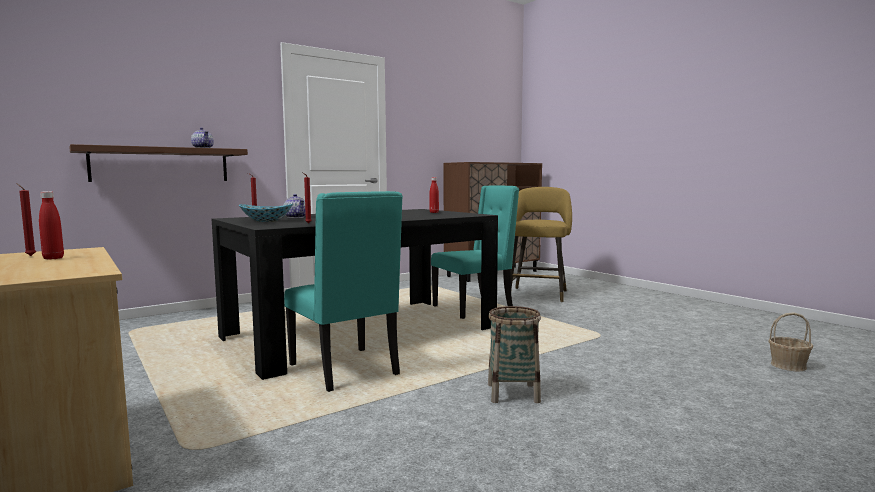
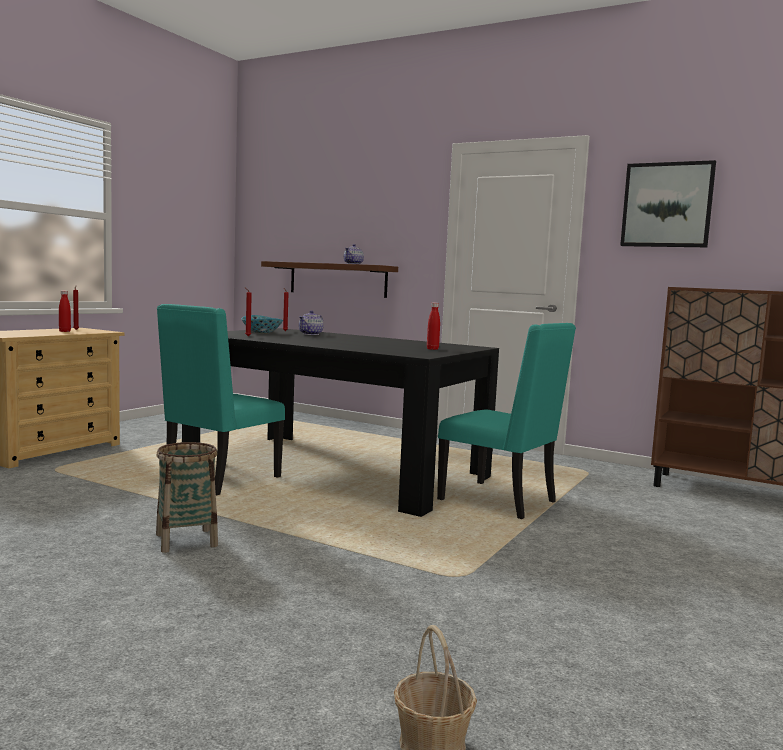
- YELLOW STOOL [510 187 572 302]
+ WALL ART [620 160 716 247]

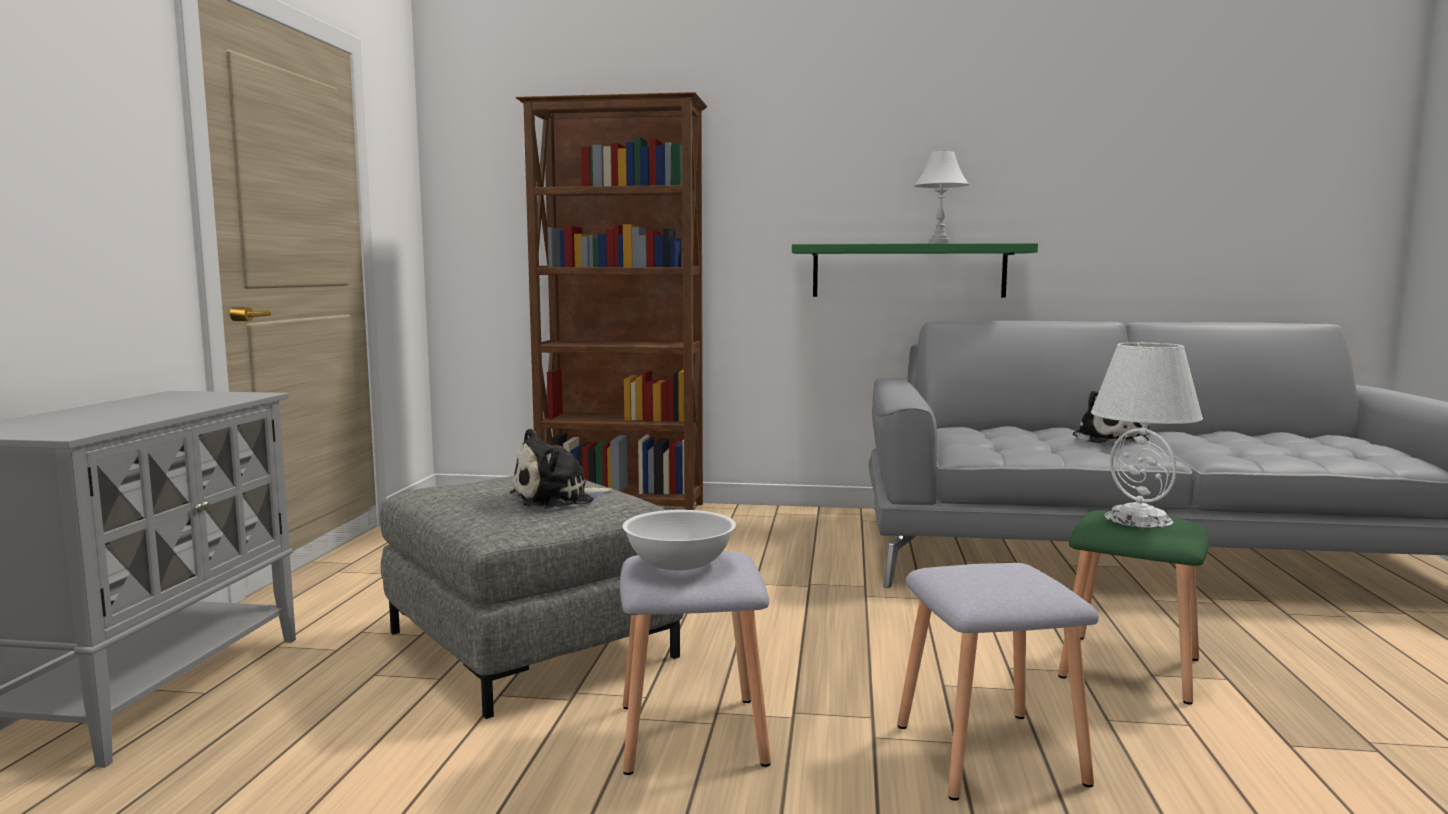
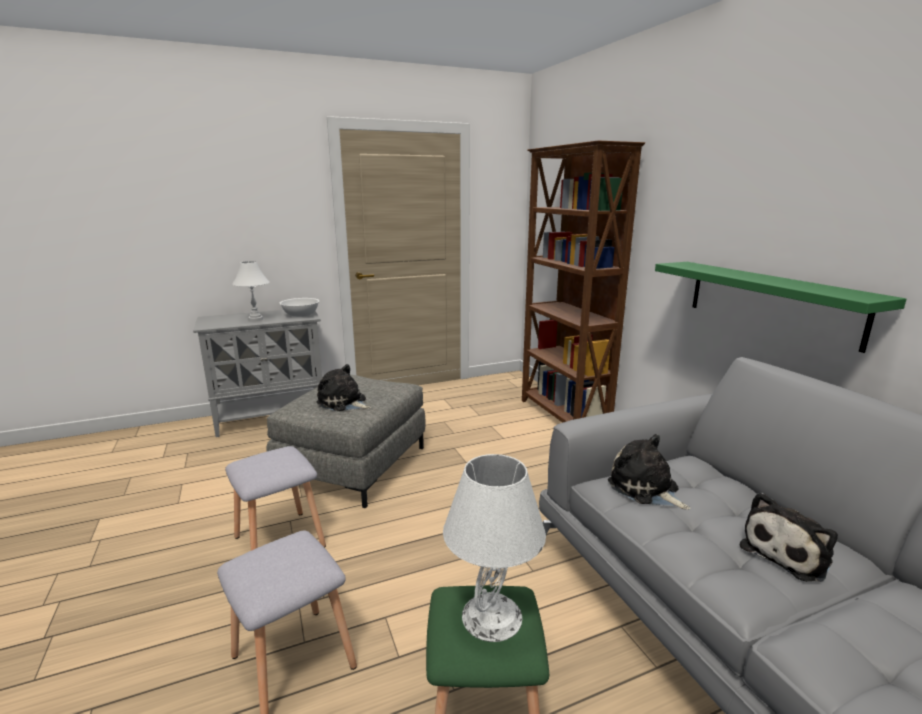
~ WHITISH TABLETOP LAMP [914 151 969 244] to [232 261 270 321]
~ WHITISH DEEP DISH [622 510 736 570] to [280 298 319 317]
+ SOFT TOY [608 434 690 510]

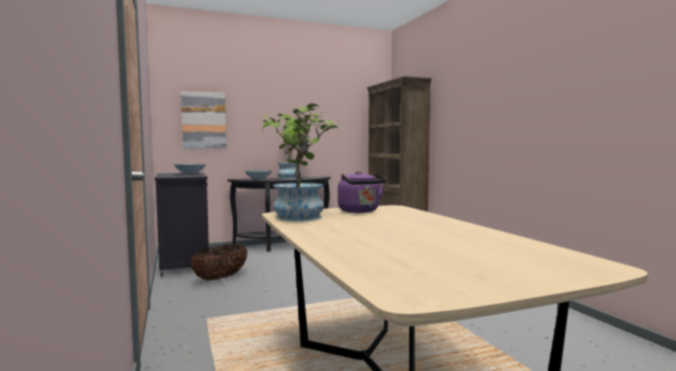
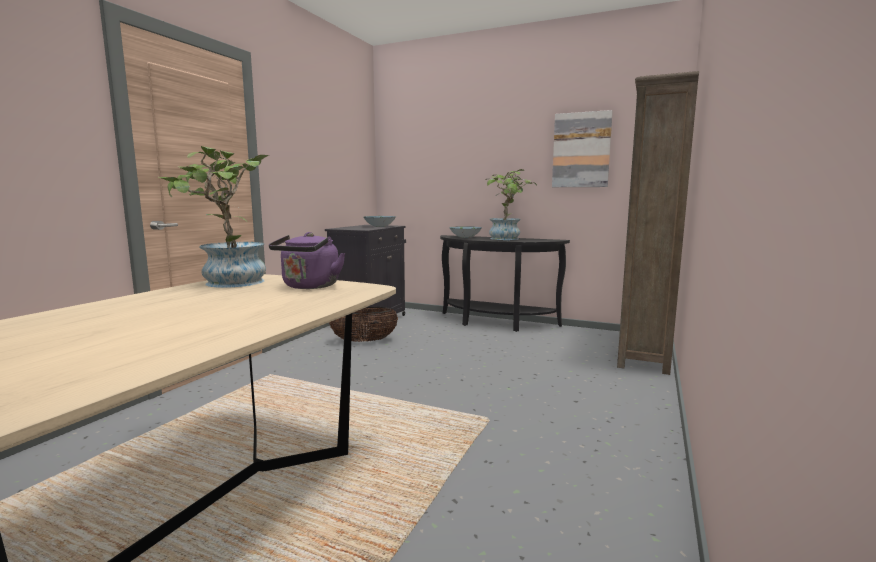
~ WALL ART [181 91 226 149] to [552 110 613 187]

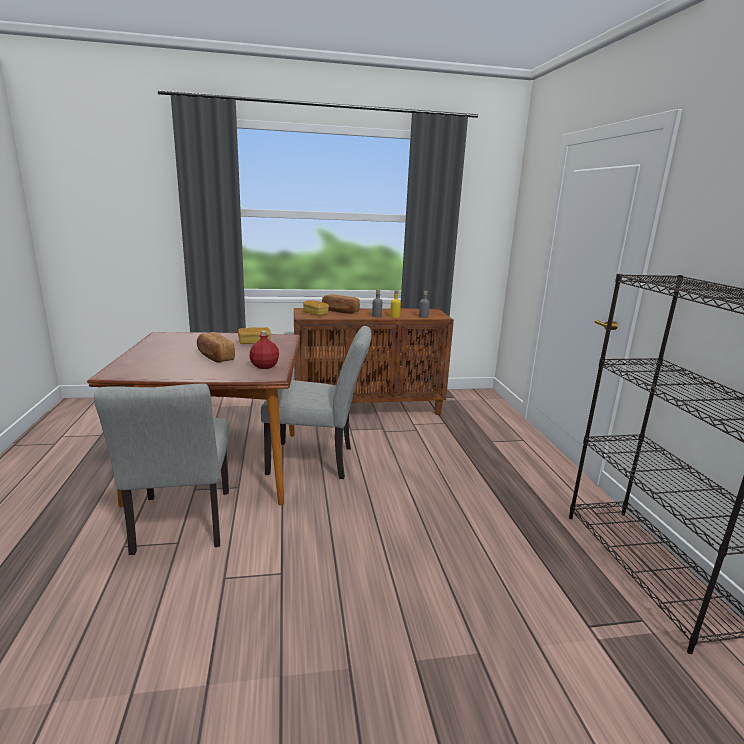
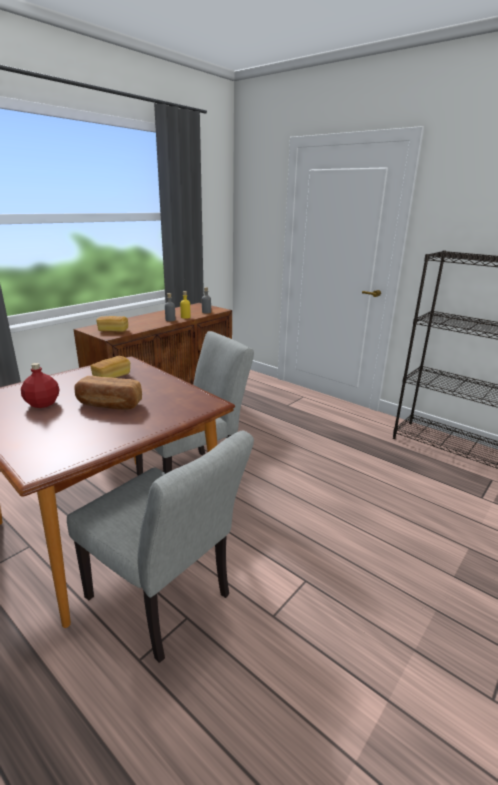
- BAKERY BREAD [322 294 360 314]
~ RED BEVERAGE BOTTLE [249 330 279 369] to [21 363 59 408]

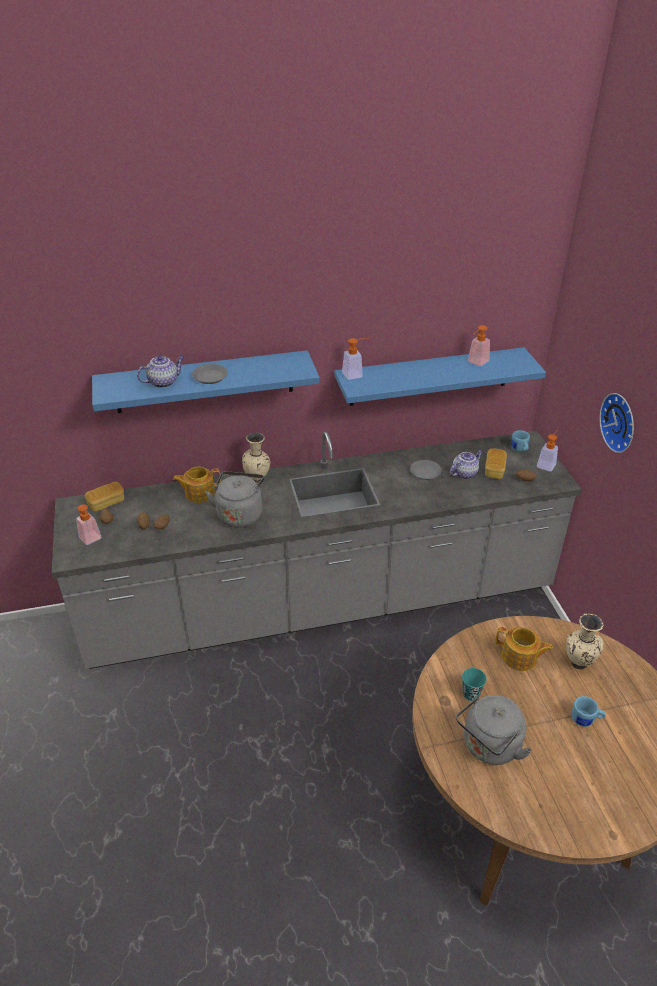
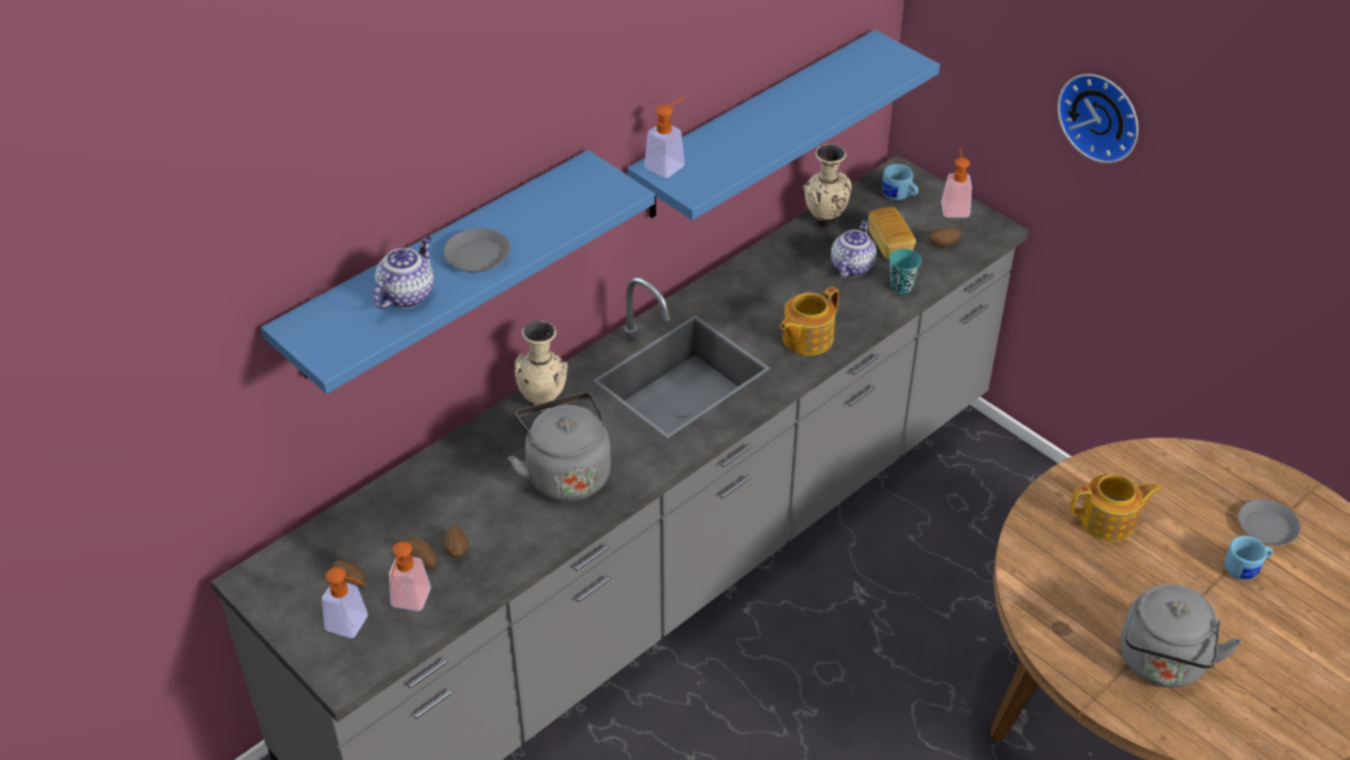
~ SOAP DISPENSER [468 325 490 366] to [389 541 431 611]
~ GREYISH FLAT DISH [410 460 441 480] to [1238 499 1300 546]
~ TEA POT [173 467 221 503] to [780 286 839 356]
- BAKERY BREAD [85 481 124 512]
~ BEIGE FLOWER VASE [566 614 603 669] to [803 144 852 227]
~ TURQUOISE DRINKING CUP [462 668 487 701] to [889 249 922 294]

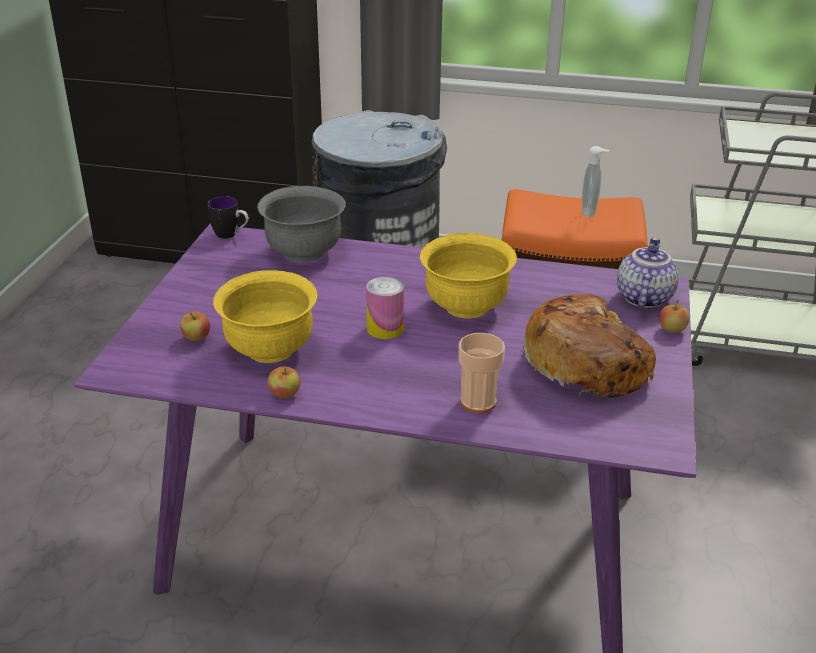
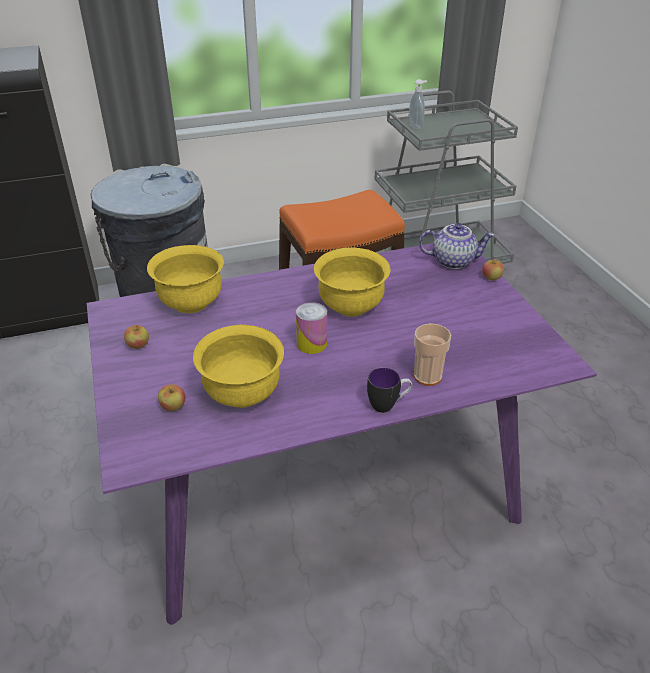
~ SOAP DISPENSER [582 146 609 218] to [409 79 427 129]
~ GREYISH DEEP DISH [257 186 346 262] to YELLOW DEEP DISH [147 245 224 313]
~ MUG [208 196 249 239] to [367 368 412 413]
~ TEA POT [617 238 679 308] = [419 223 495 269] 105 degrees clockwise
- BAKERY BREAD [522 294 656 399]
~ WHOLE APPLE [268 367 301 399] to [124 325 149 349]

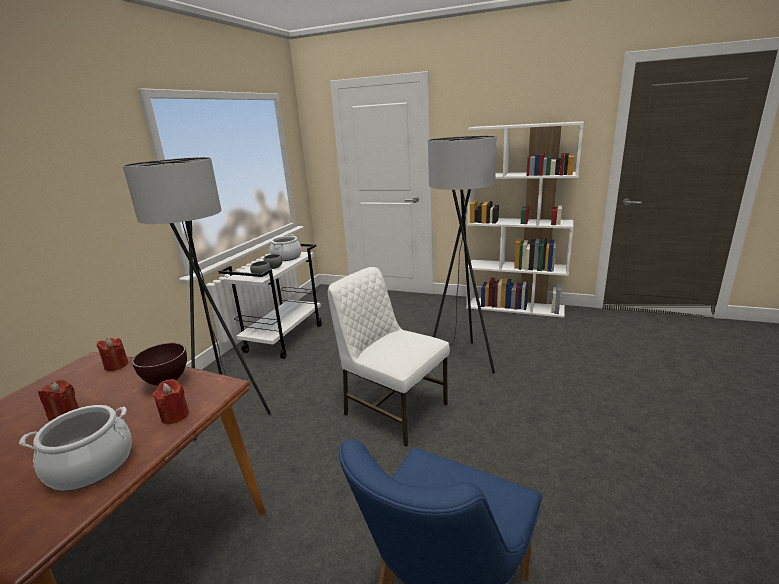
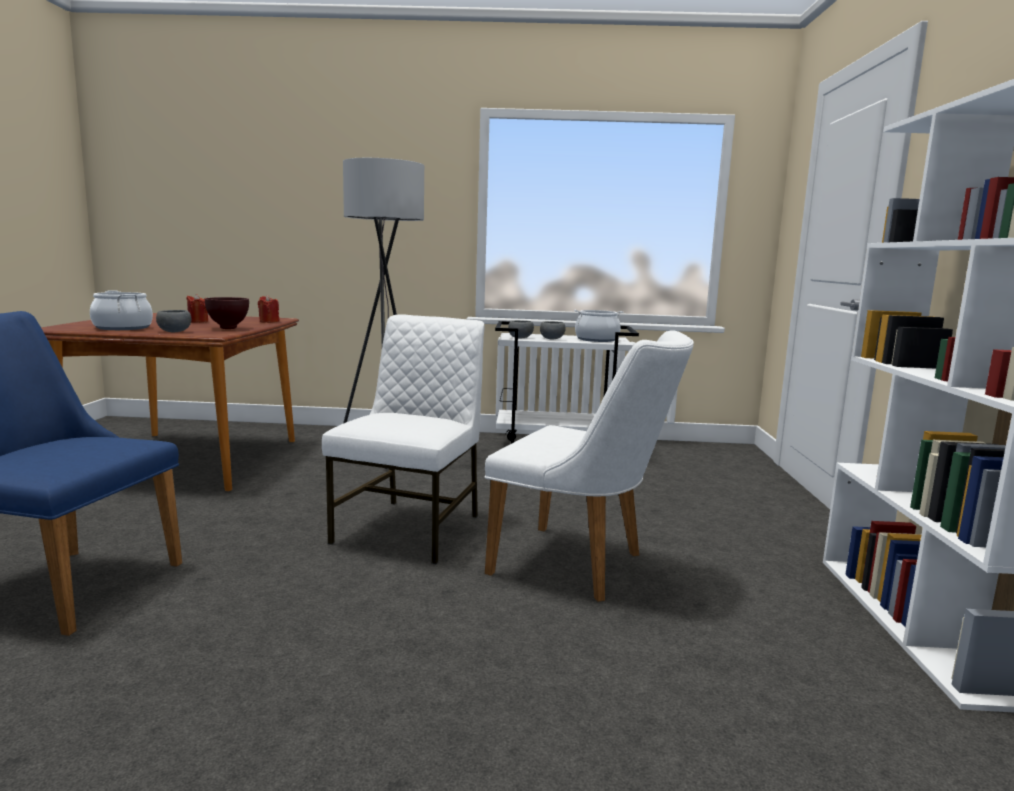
~ GREYISH FLOOR LAMP [428 136 497 373] to WHITISH PLAIN CHAIR [484 330 694 602]
~ RED WAX CANDLE [152 379 189 424] to GREYISH DEEP DISH [156 310 191 332]

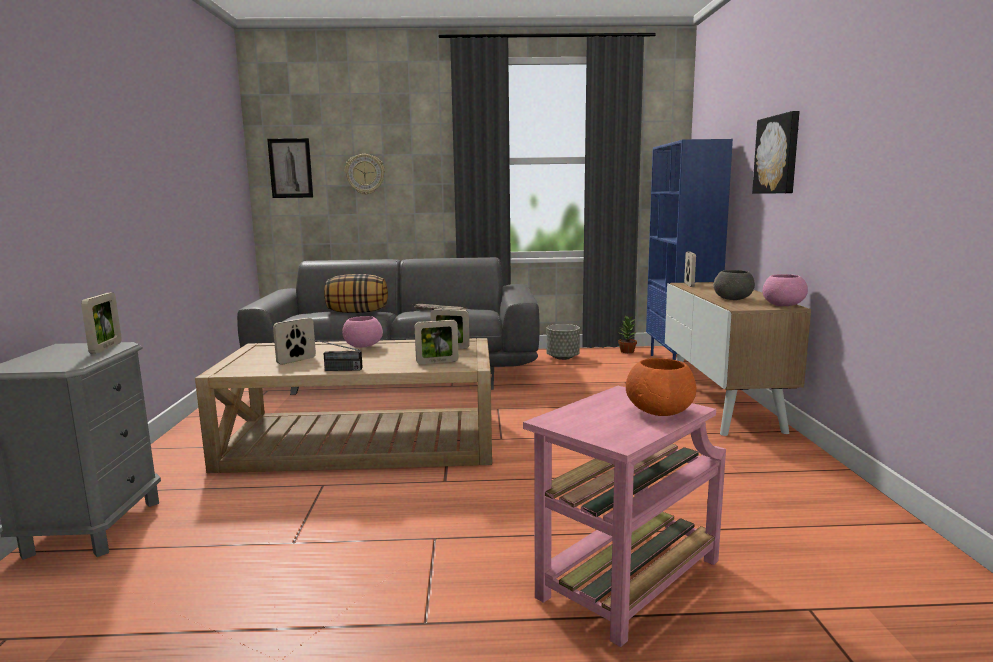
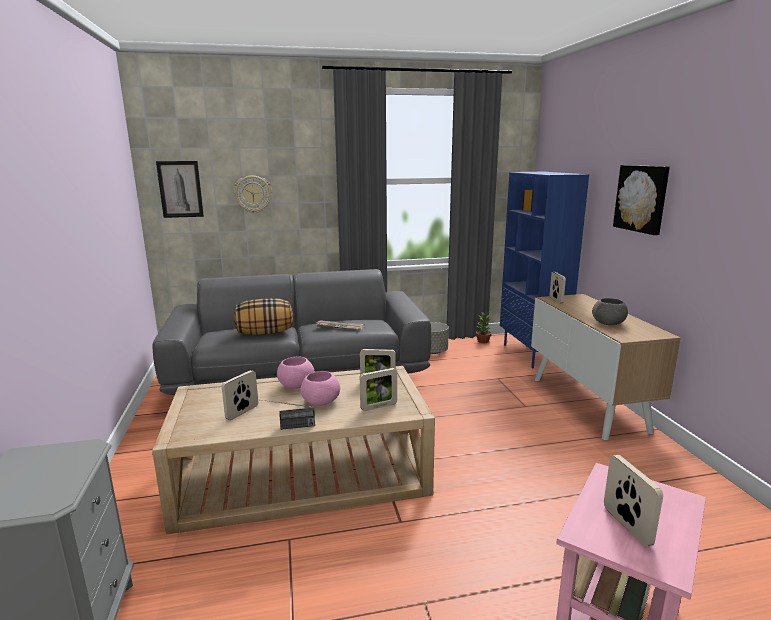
~ PINK-COLOURED DEEP DISH [762 274 808 306] to [301 371 340 406]
~ STANDING FRAME [81 293 122 354] to [604 455 663 547]
- ORANGEY DEEP DISH [626 358 696 416]

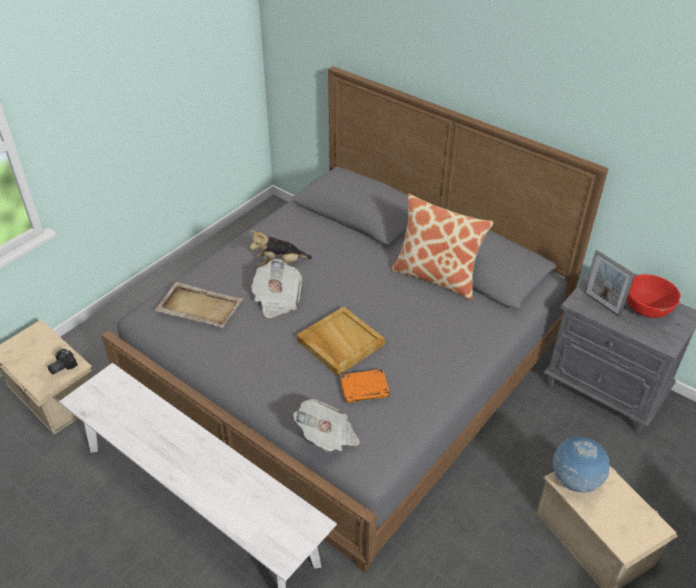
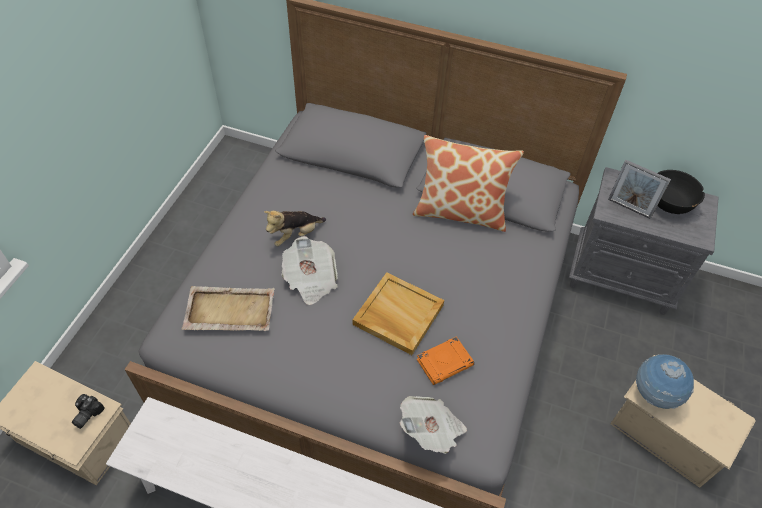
~ RED DEEP DISH [627 274 681 318] to BLACKISH DEEP DISH [658 170 705 214]

